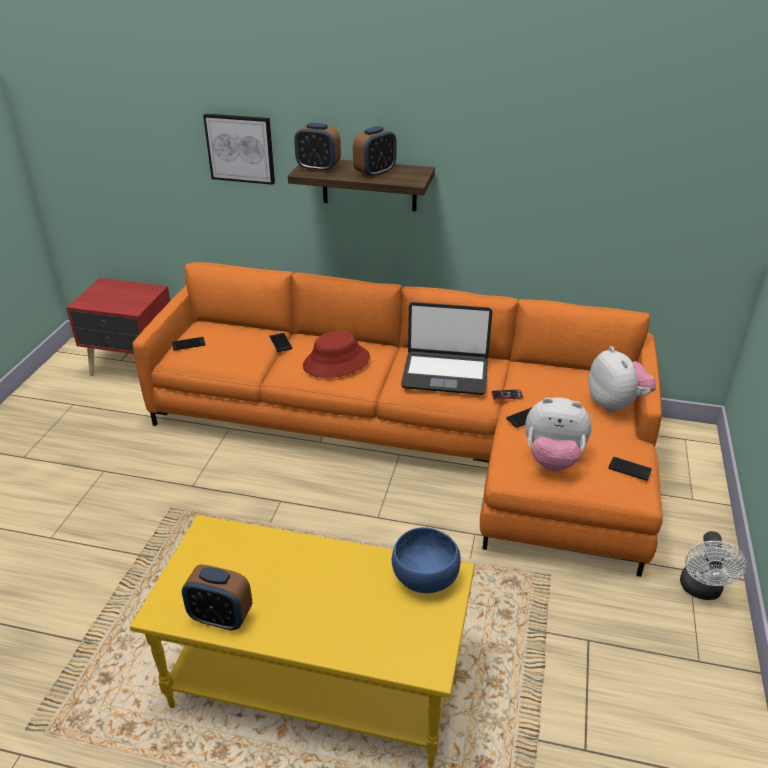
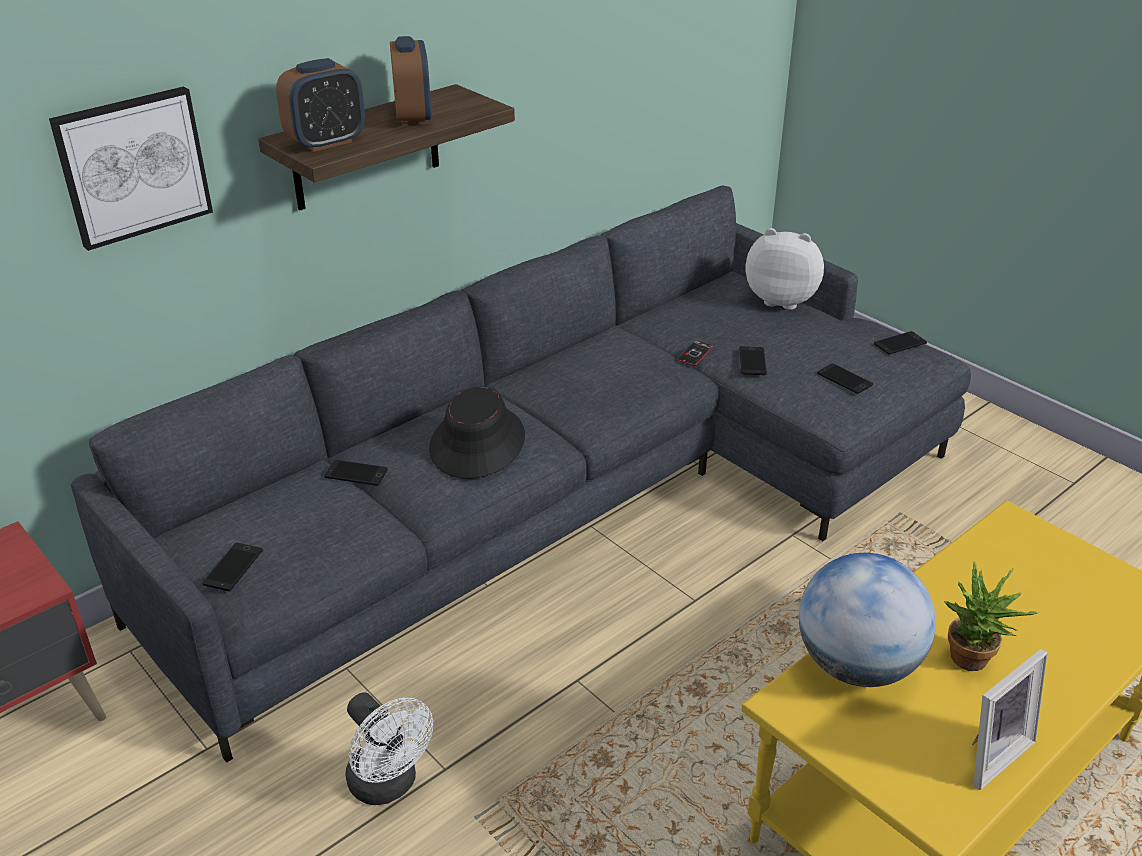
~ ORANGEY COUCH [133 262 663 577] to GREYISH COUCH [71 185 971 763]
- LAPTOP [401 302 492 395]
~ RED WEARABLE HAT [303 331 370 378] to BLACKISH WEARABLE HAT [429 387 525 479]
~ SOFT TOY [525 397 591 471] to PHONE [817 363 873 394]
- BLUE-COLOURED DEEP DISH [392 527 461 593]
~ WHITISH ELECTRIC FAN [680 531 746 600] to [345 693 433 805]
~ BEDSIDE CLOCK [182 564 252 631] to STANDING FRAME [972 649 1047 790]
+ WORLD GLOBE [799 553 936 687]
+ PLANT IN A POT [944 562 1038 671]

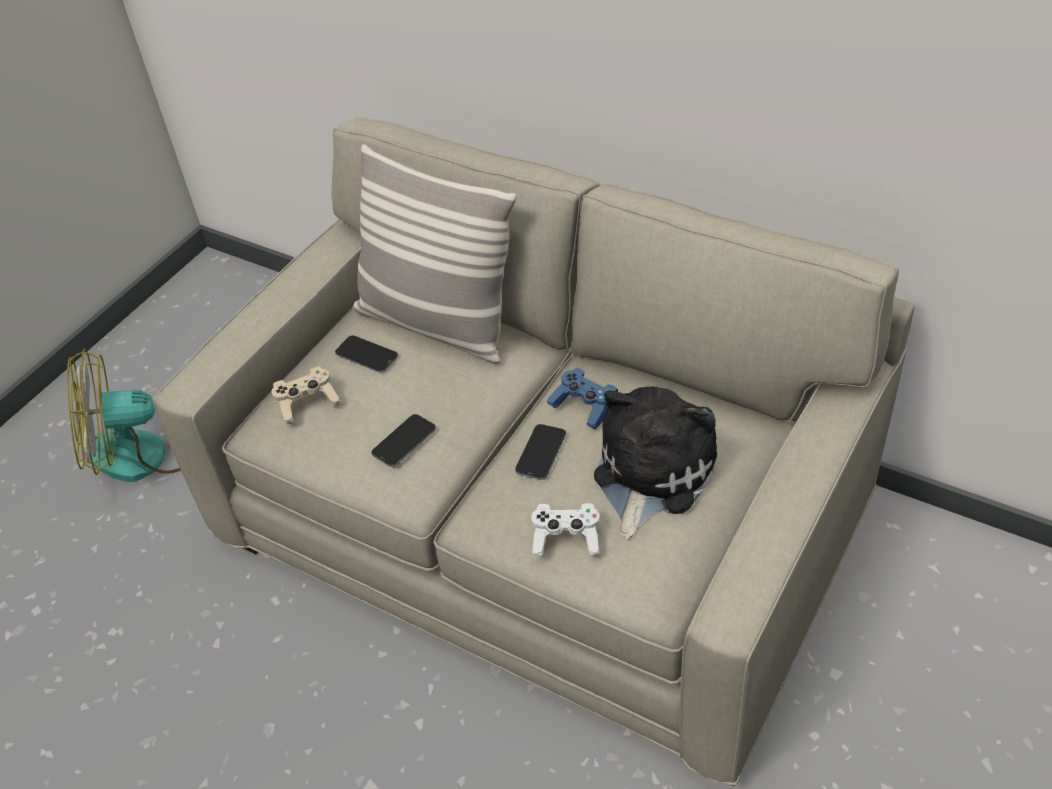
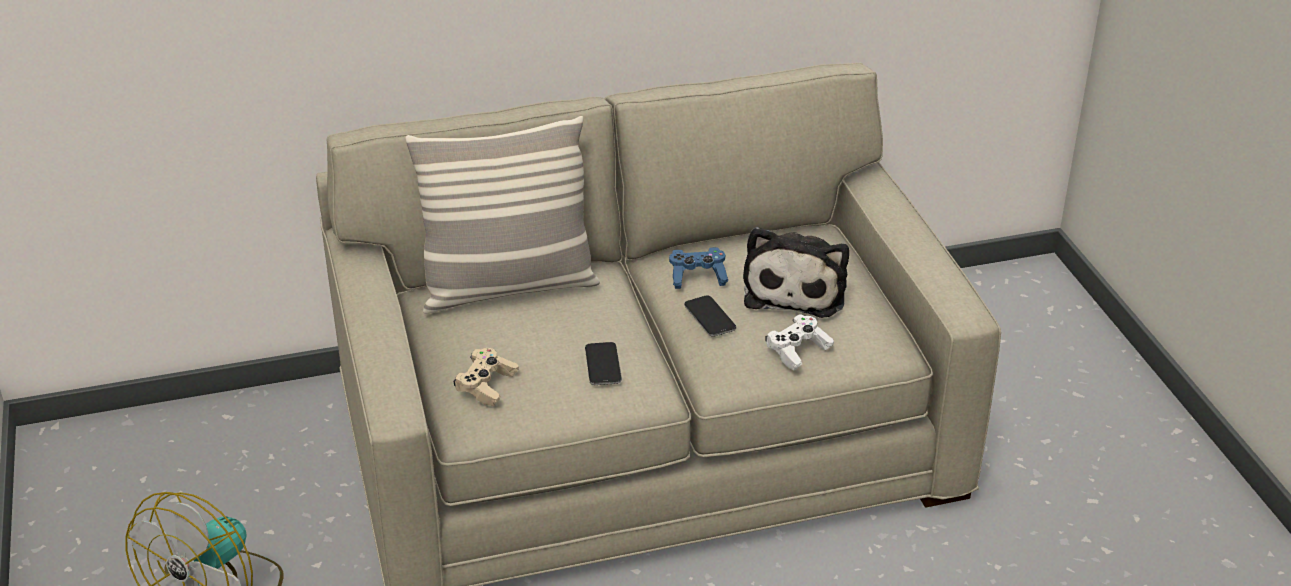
- PHONE [335 335 398 373]
~ SOFT TOY [594 386 718 539] = [743 227 849 318] 150 degrees counterclockwise

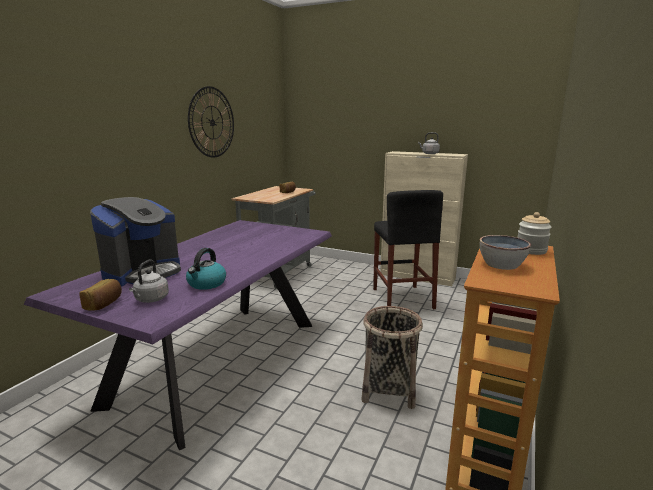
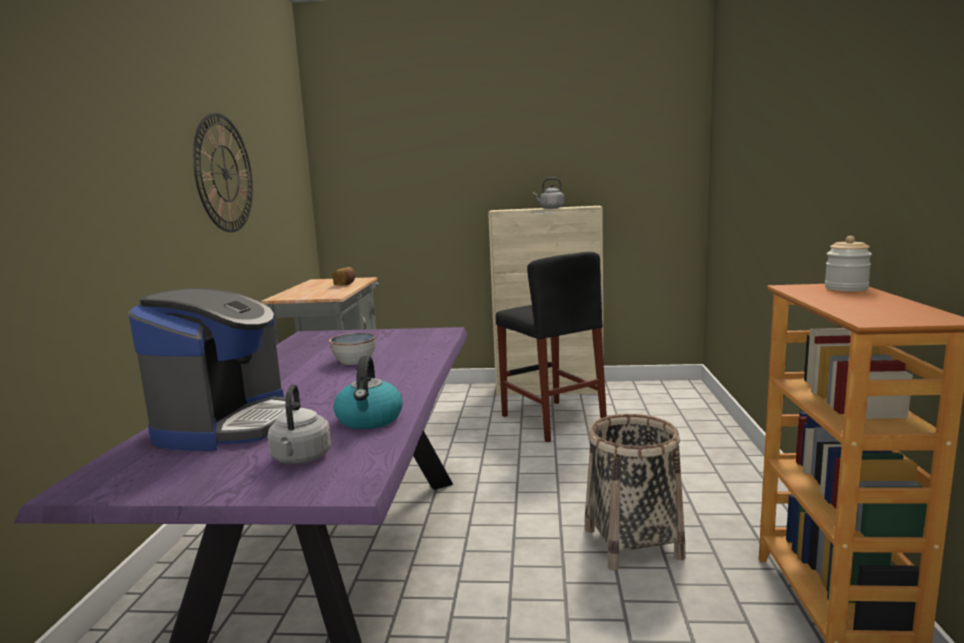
~ DEEP DISH [480 235 531 270] to [329 333 376 365]
- BAKERY BREAD [79 279 122 311]

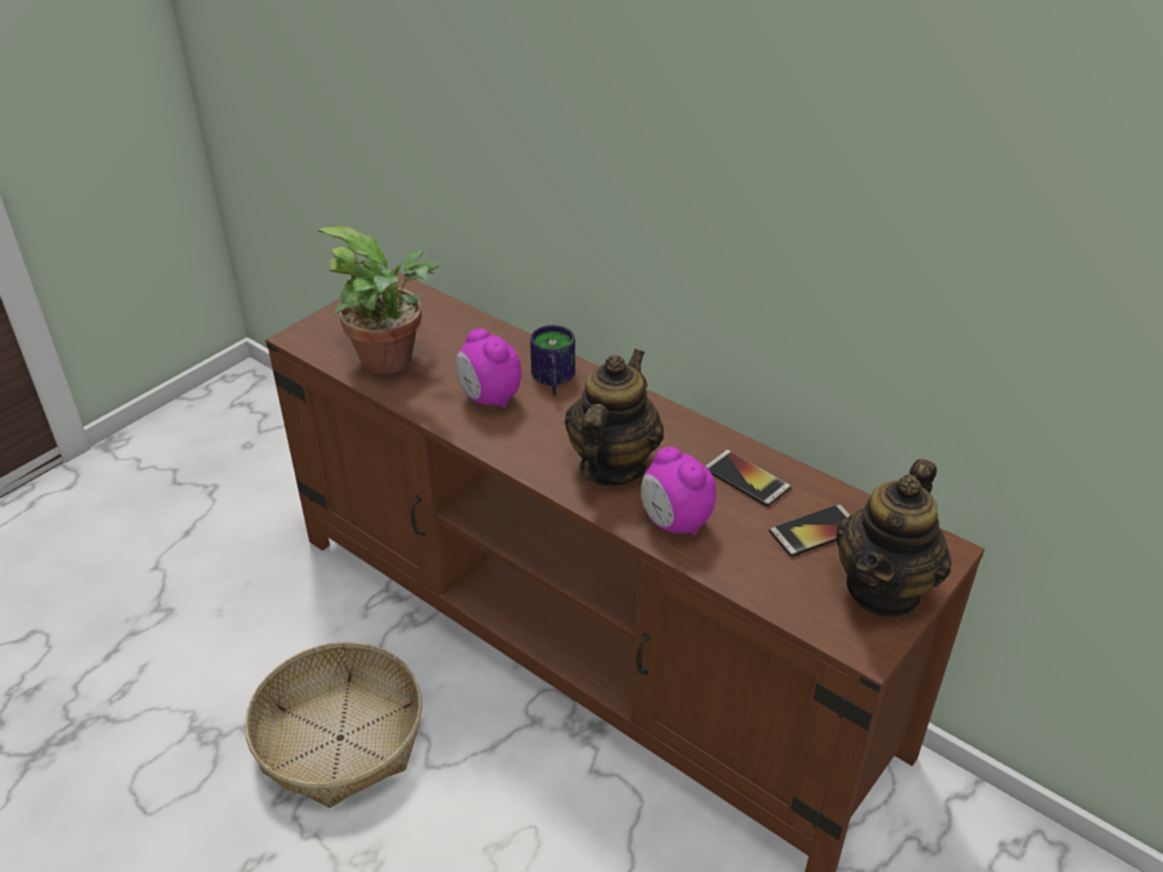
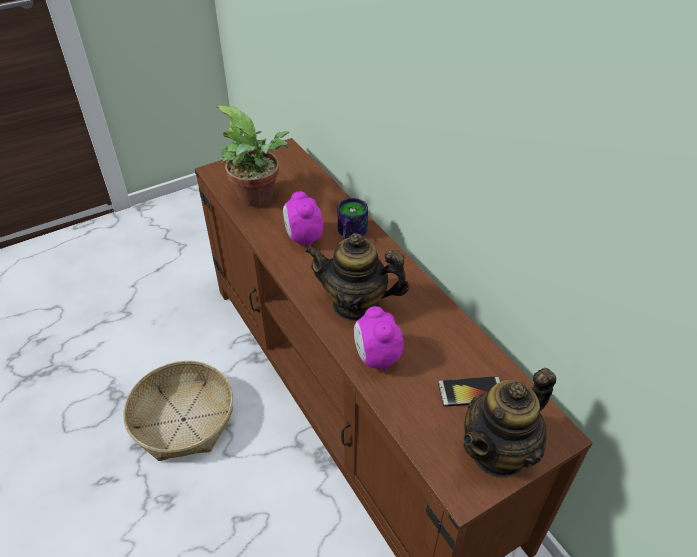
~ TEA POT [564 349 664 486] = [305 233 409 322] 120 degrees counterclockwise
- PHONE [705 449 791 507]

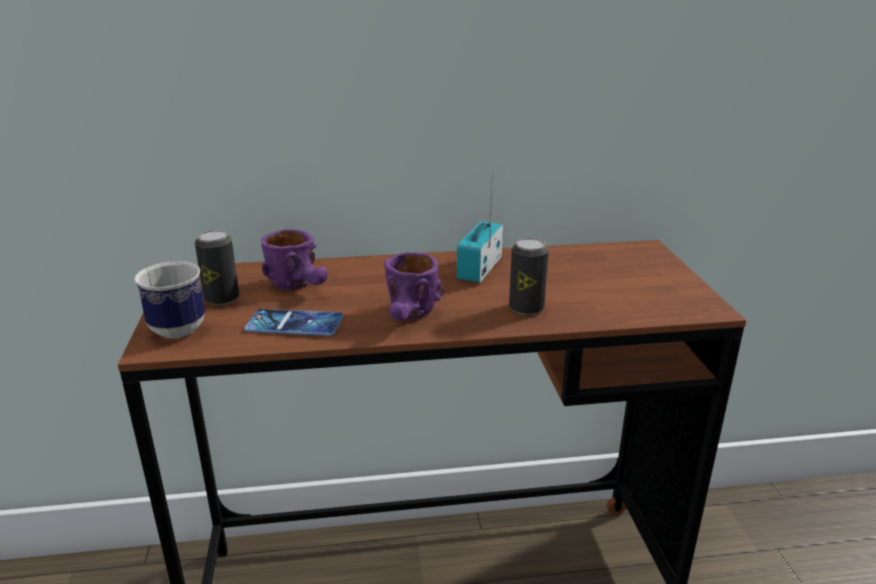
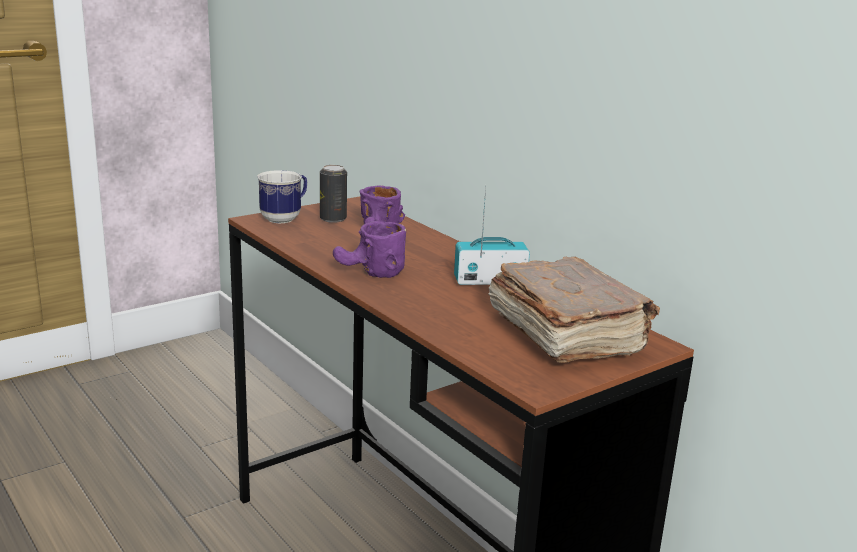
- METAL CAN [509 238 549 315]
- PHONE [244 309 344 336]
+ BROWNISH BOOK [488 256 660 363]

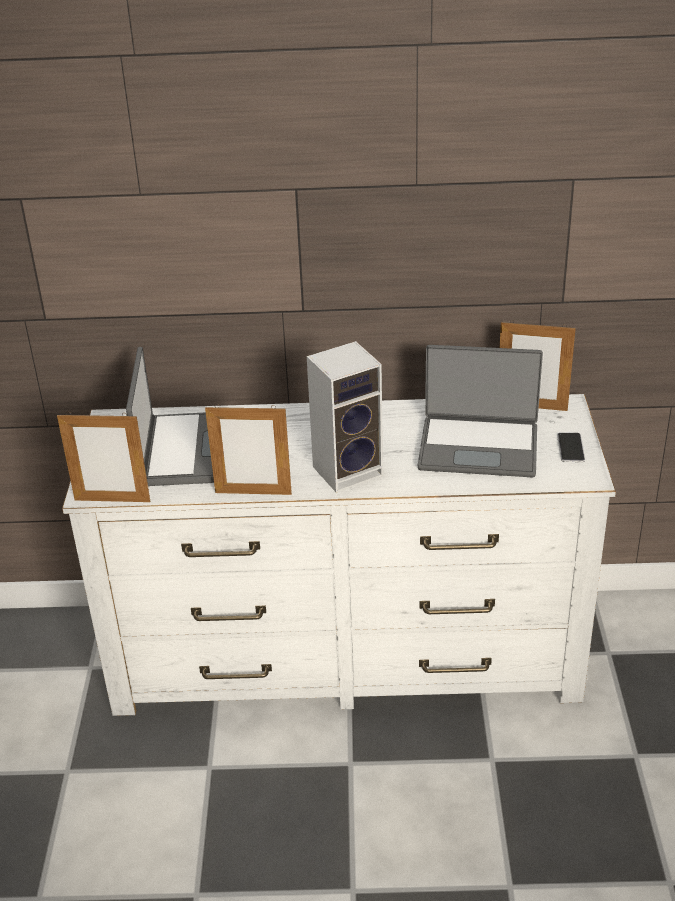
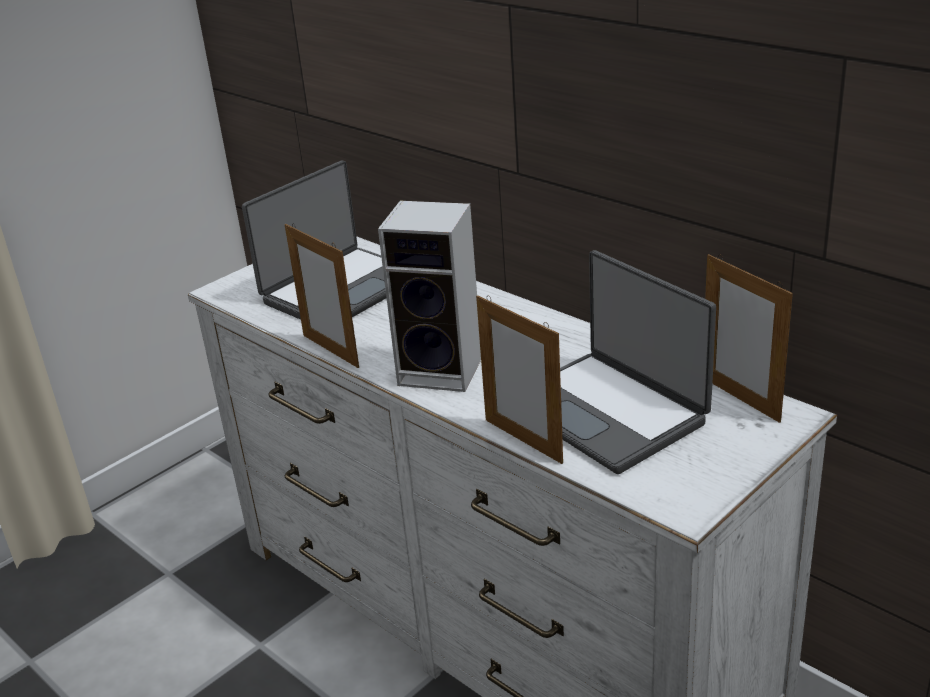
~ STANDING FRAME [57 413 151 502] to [476 295 563 464]
- PHONE [557 433 585 462]

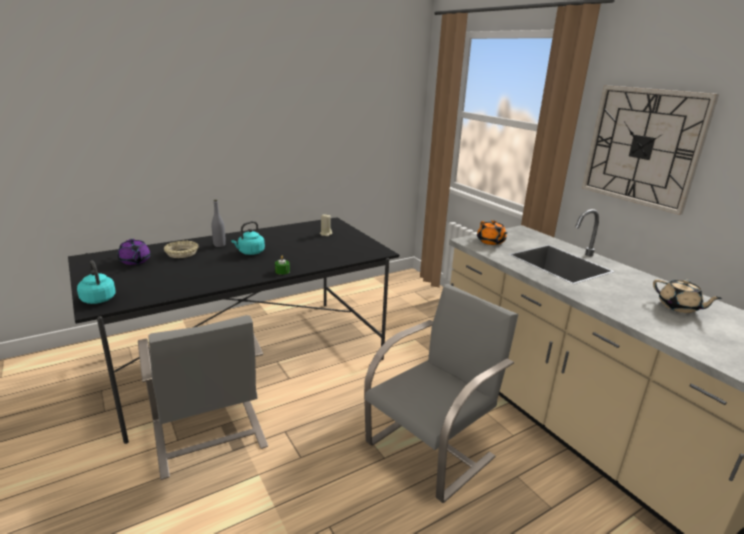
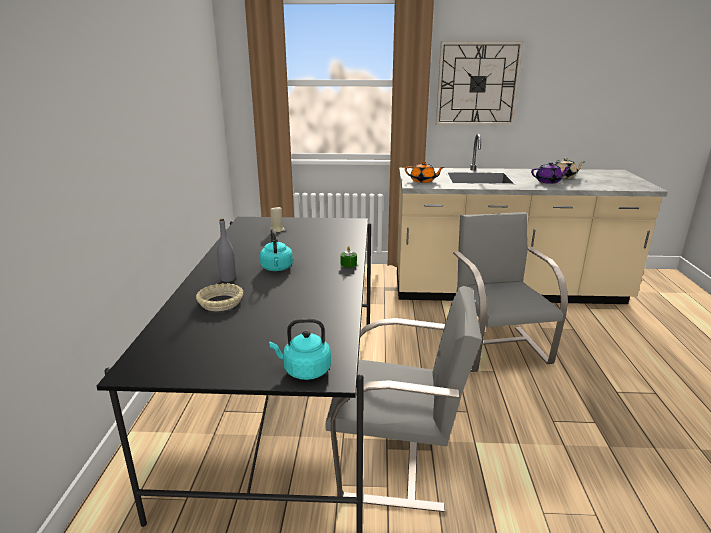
~ PURPLISH TEA POT [117 239 151 265] to [531 162 571 184]

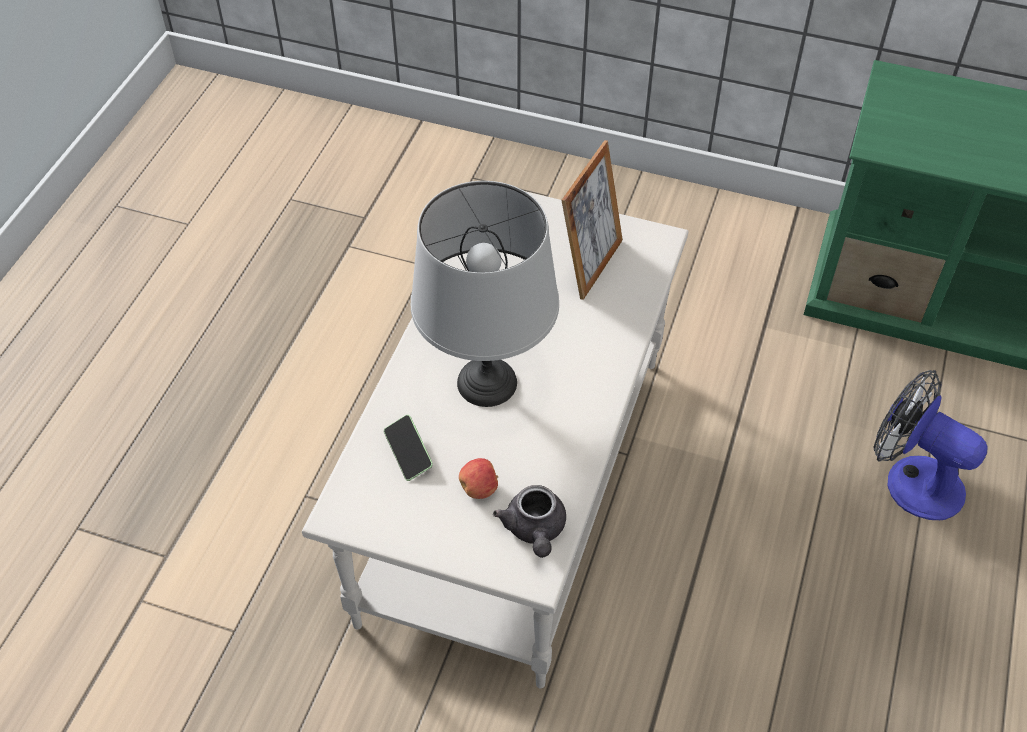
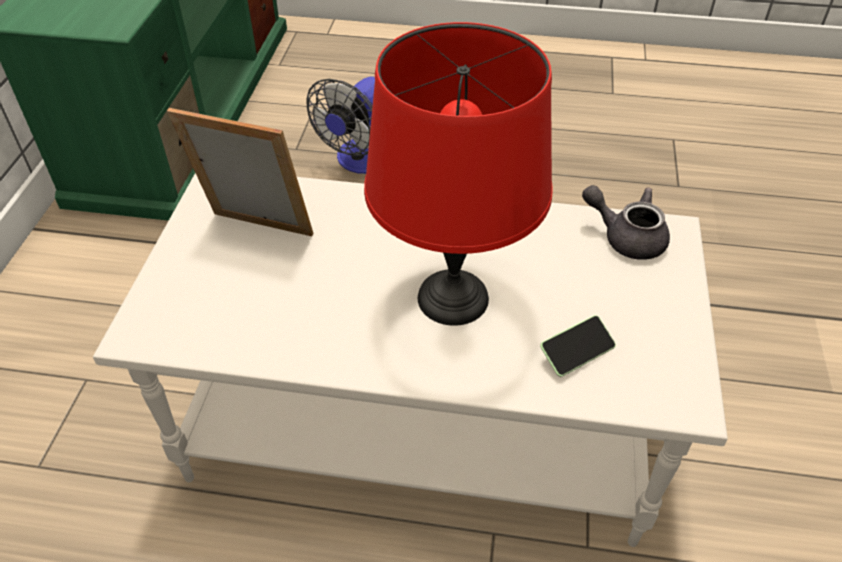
~ GREYISH TABLETOP LAMP [411 181 559 407] to RED TABLETOP LAMP [364 22 553 326]
- WHOLE APPLE [459 458 499 499]
~ GREYISH TEA POT [493 485 566 558] = [582 185 670 260] 135 degrees counterclockwise

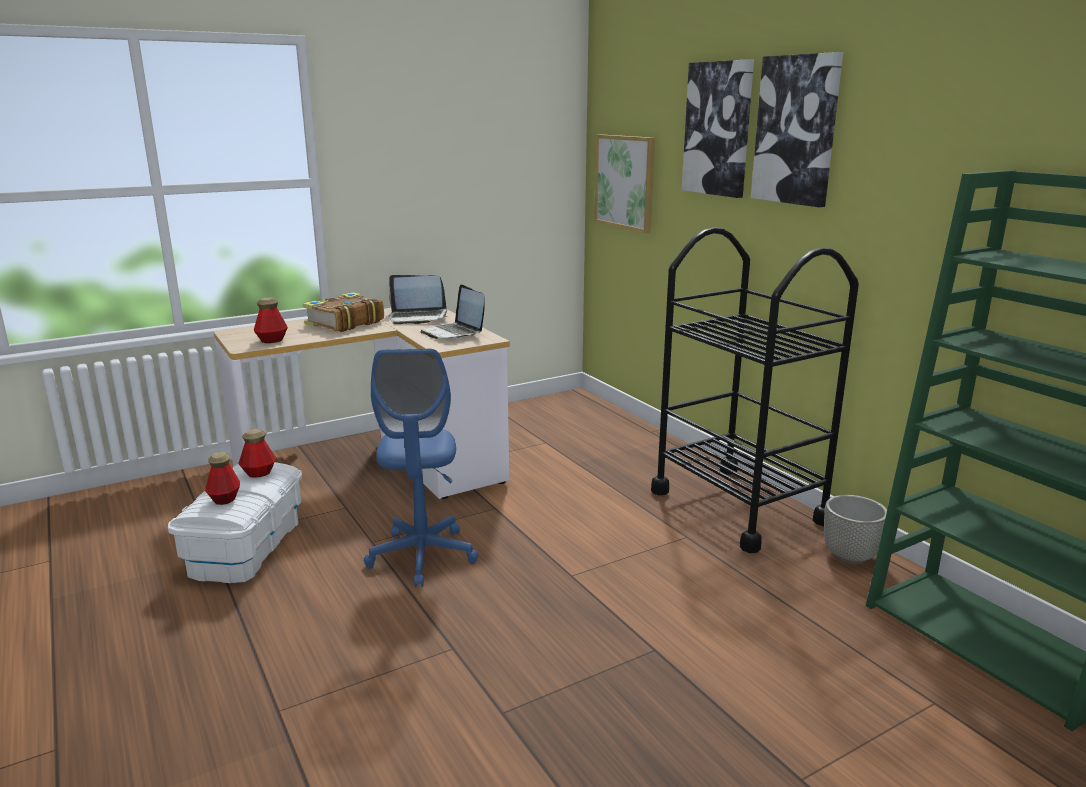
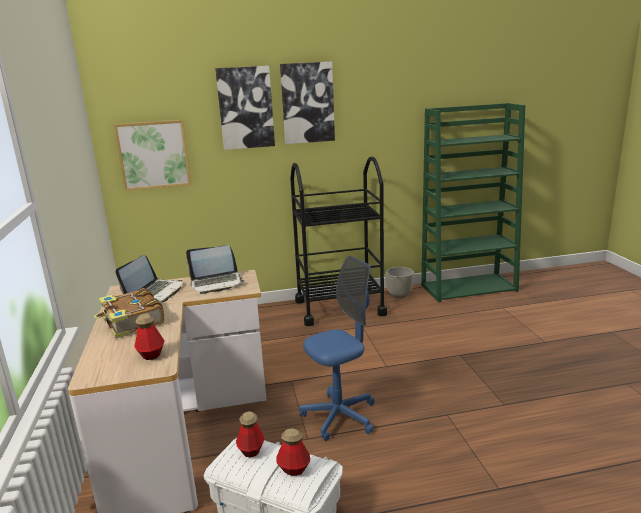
~ BLUE-COLOURED DESK CHAIR [364 349 478 587] = [300 256 374 441] 45 degrees counterclockwise

